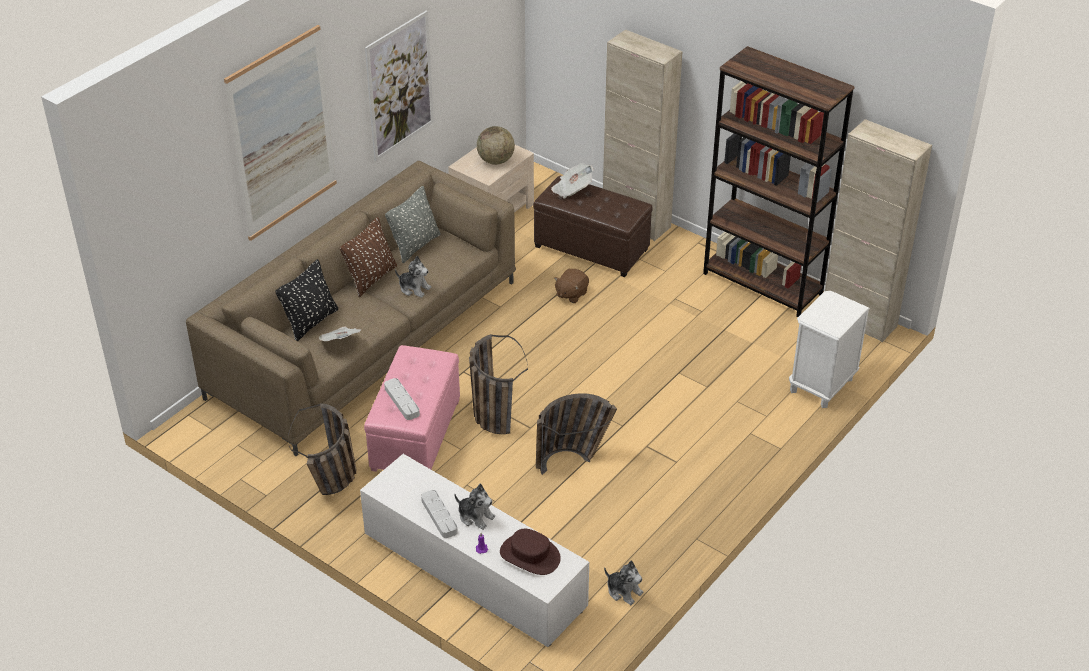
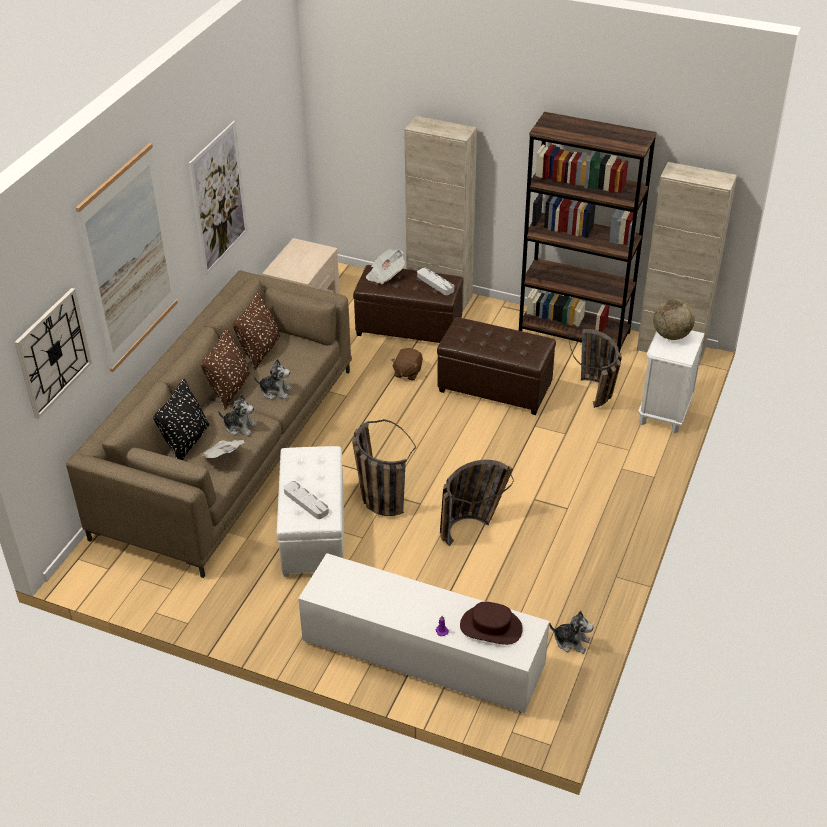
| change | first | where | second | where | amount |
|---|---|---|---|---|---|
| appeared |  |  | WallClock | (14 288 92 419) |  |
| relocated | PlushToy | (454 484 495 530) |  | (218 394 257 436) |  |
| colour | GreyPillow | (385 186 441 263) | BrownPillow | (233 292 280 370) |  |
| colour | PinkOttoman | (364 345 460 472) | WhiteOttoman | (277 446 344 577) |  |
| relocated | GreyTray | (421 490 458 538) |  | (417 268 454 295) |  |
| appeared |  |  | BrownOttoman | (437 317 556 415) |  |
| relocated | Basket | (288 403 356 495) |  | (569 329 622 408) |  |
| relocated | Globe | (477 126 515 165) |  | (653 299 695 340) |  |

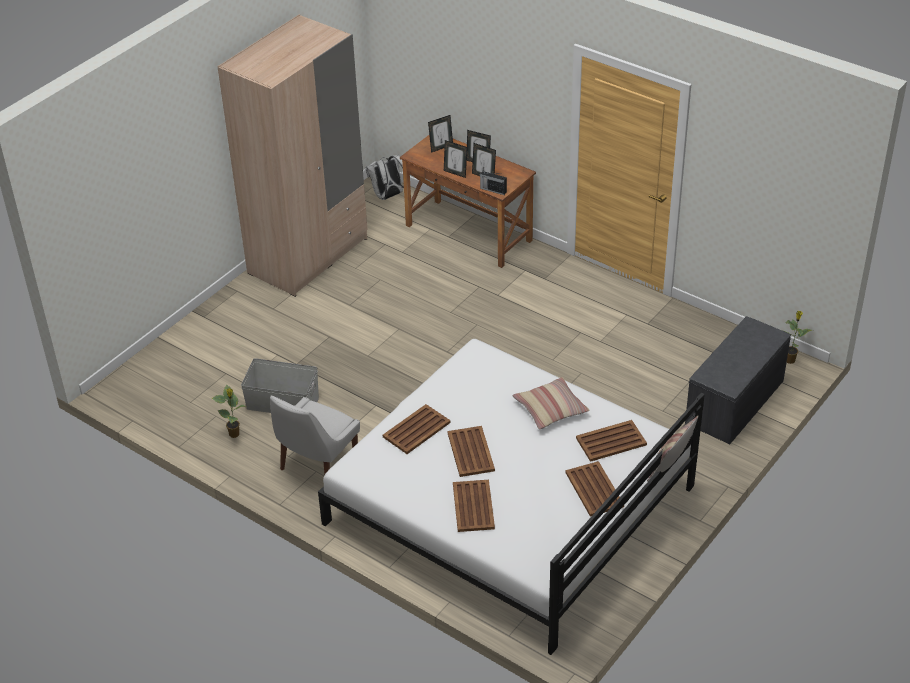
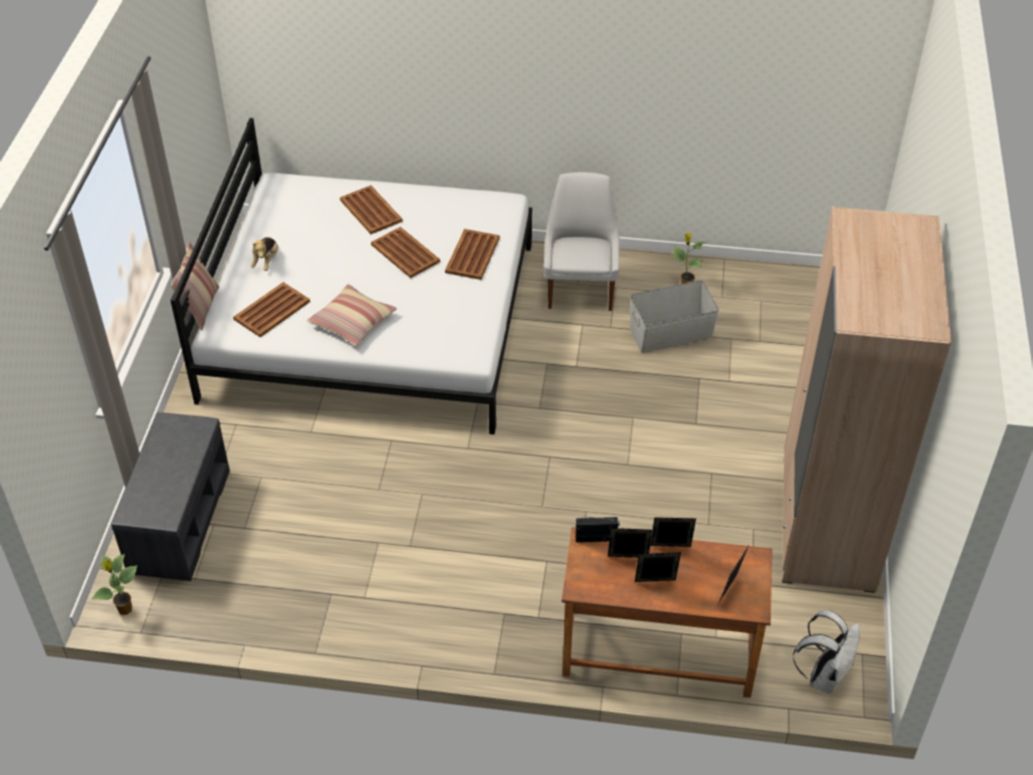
| change | first | where | second | where | amount |
|---|---|---|---|---|---|
| exchanged | BrownTray | (565 461 624 517) | PlushToy | (250 237 278 271) |  |

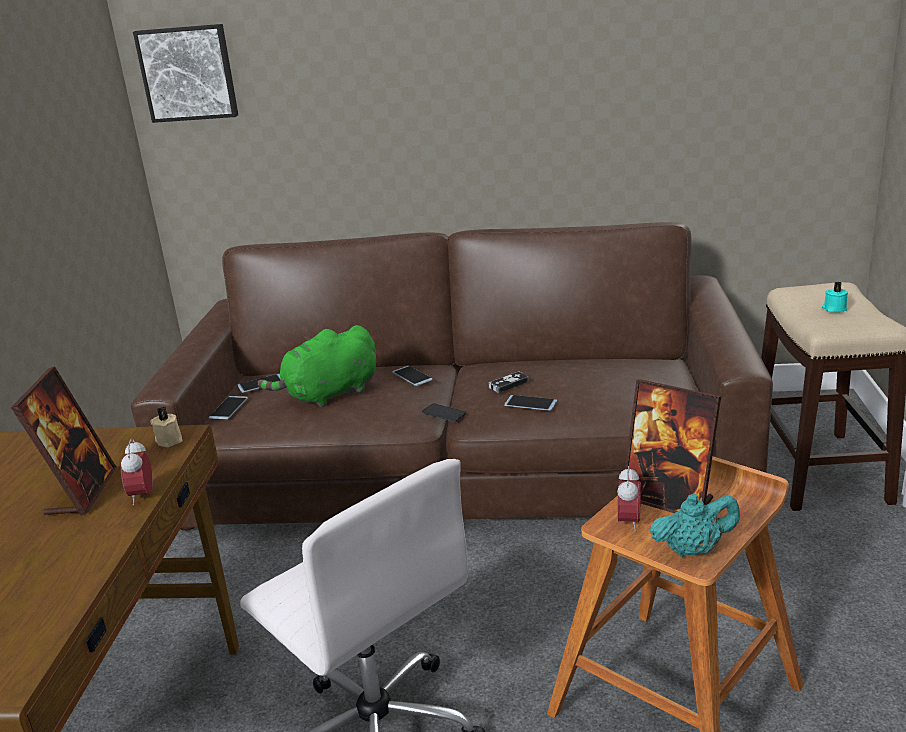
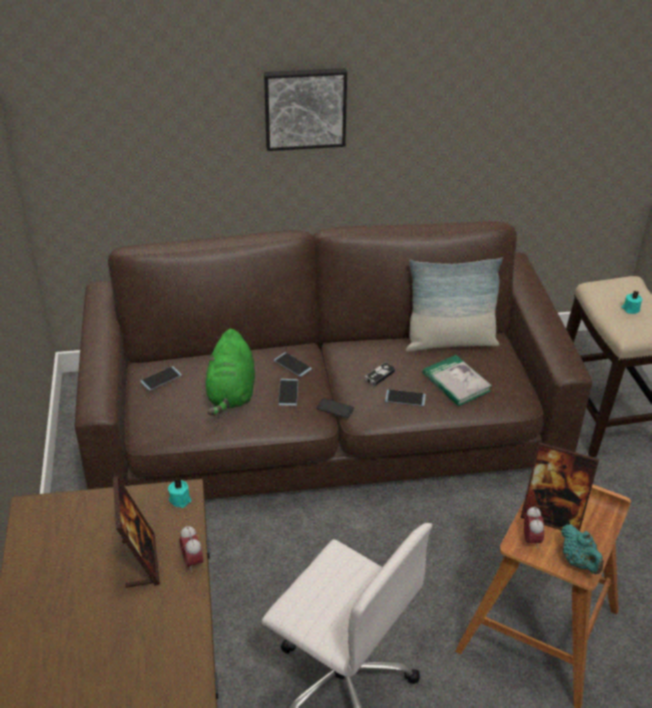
| change | first | where | second | where | amount |
|---|---|---|---|---|---|
| colour | BeigeCandle | (150 407 183 447) | TurquoiseCandle | (168 478 191 508) |  |
| spun | GreenPlushToy | (258 325 376 407) |  | (206 329 255 416) | 45 degrees counterclockwise |
| relocated | Picture | (133 24 238 123) |  | (264 68 347 151) |  |
| relocated | Phone | (209 396 248 419) |  | (278 379 298 406) |  |
| appeared |  |  | Pillow | (406 257 503 352) |  |
| appeared |  |  | Book | (423 355 492 406) |  |
| spun | TurquoiseTeapot | (650 494 740 557) |  | (561 524 604 574) | 90 degrees clockwise |

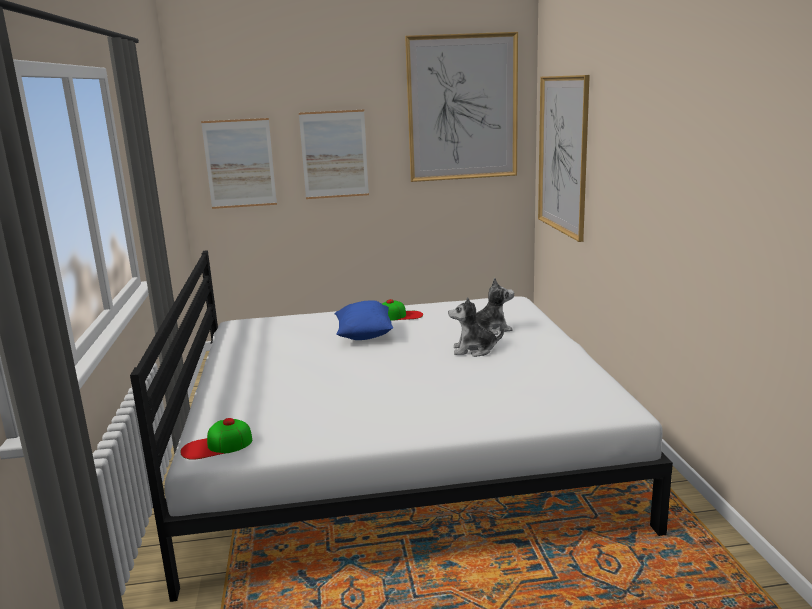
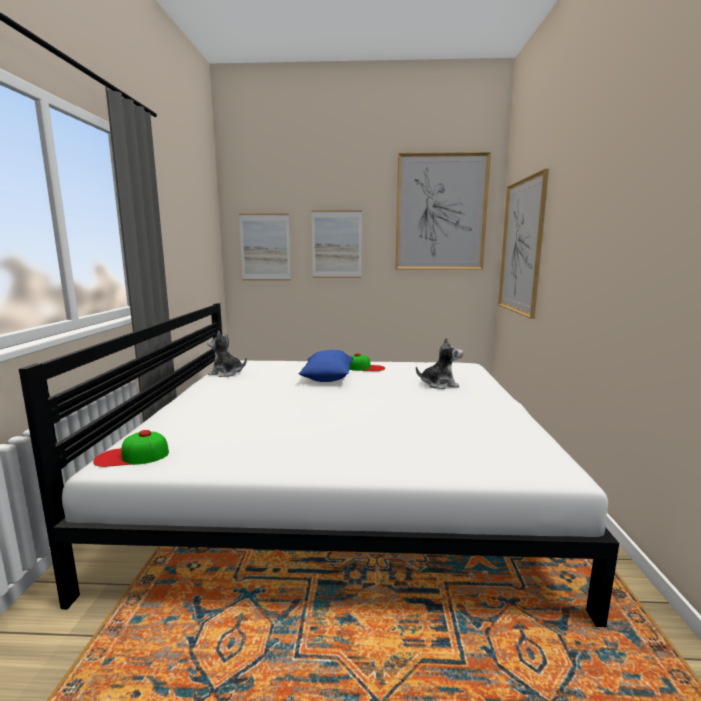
| change | first | where | second | where | amount |
|---|---|---|---|---|---|
| relocated | PlushToy | (448 297 504 357) |  | (207 331 247 377) |  |

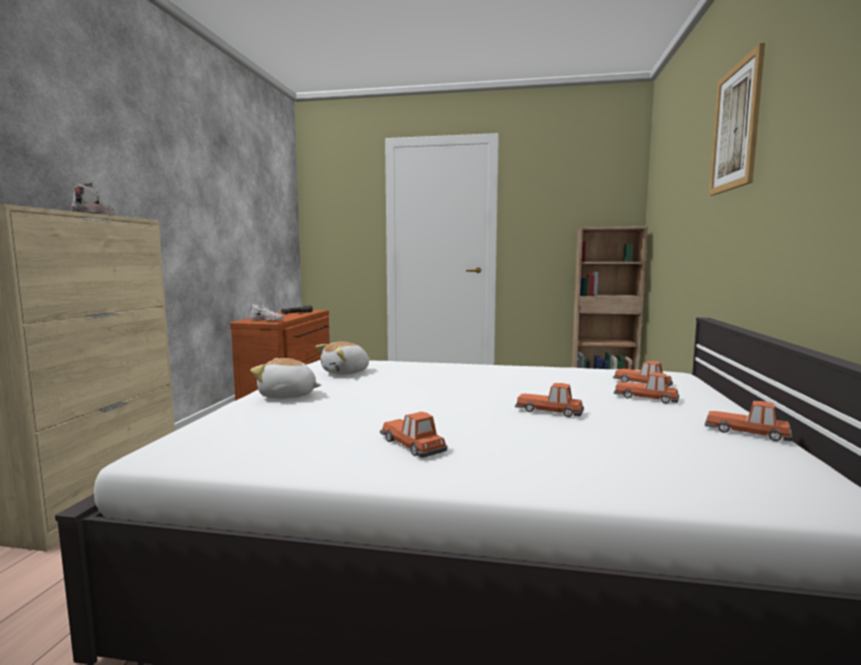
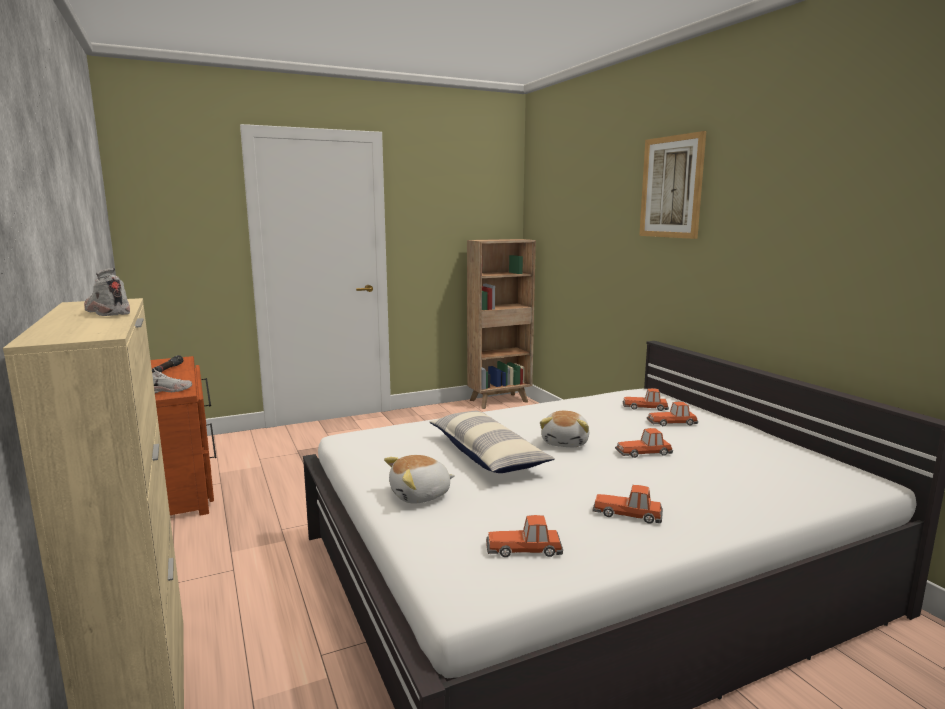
| change | first | where | second | where | amount |
|---|---|---|---|---|---|
| appeared |  |  | Pillow | (429 411 555 473) |  |
| relocated | ToyCar | (704 401 792 441) |  | (486 515 563 557) |  |
| relocated | PlushToy | (316 341 370 375) |  | (540 411 589 447) |  |

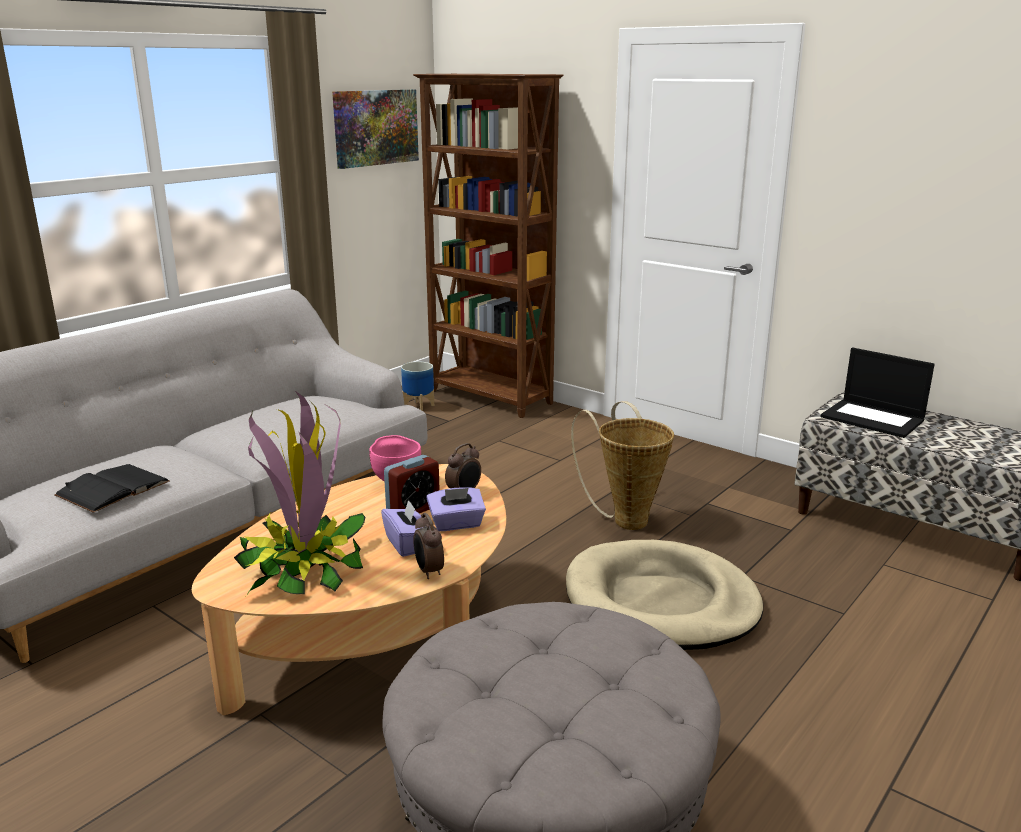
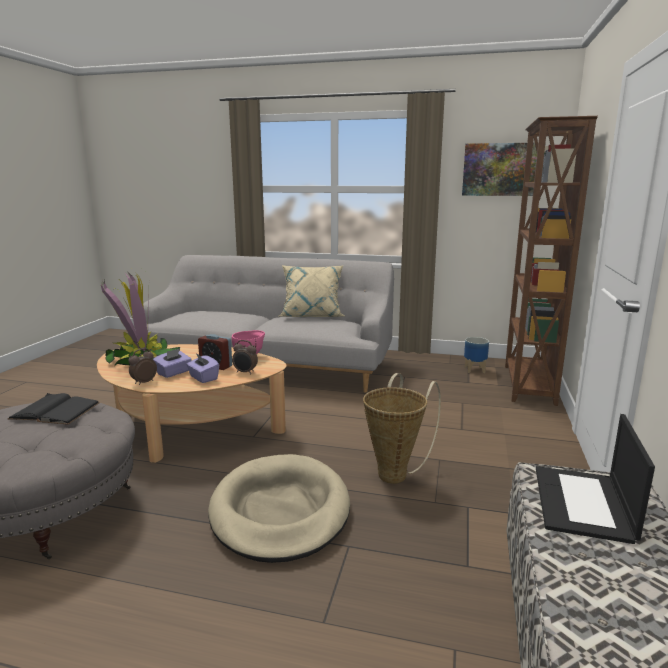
| change | first | where | second | where | amount |
|---|---|---|---|---|---|
| relocated | BlackBook | (54 464 170 513) |  | (8 393 100 425) |  |
| appeared |  |  | BeigePillow | (279 265 344 317) |  |

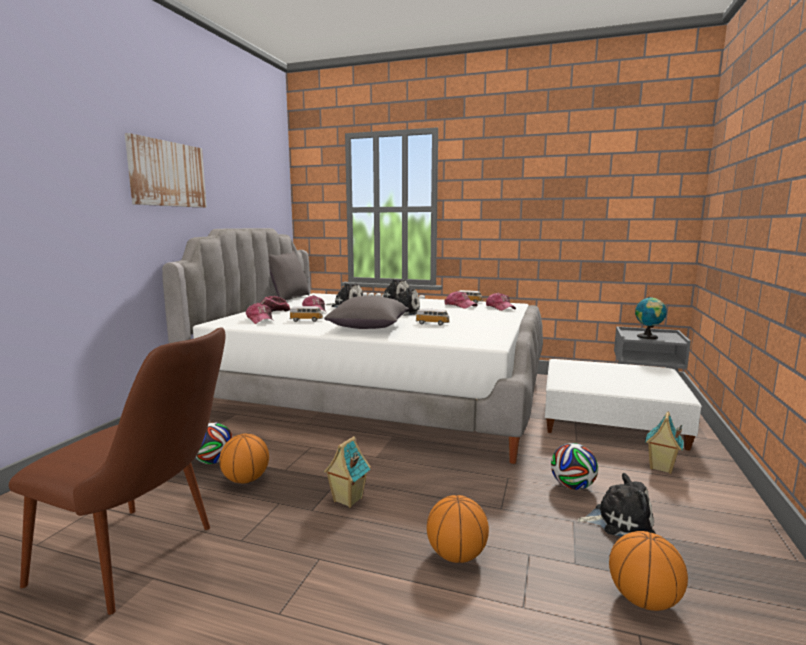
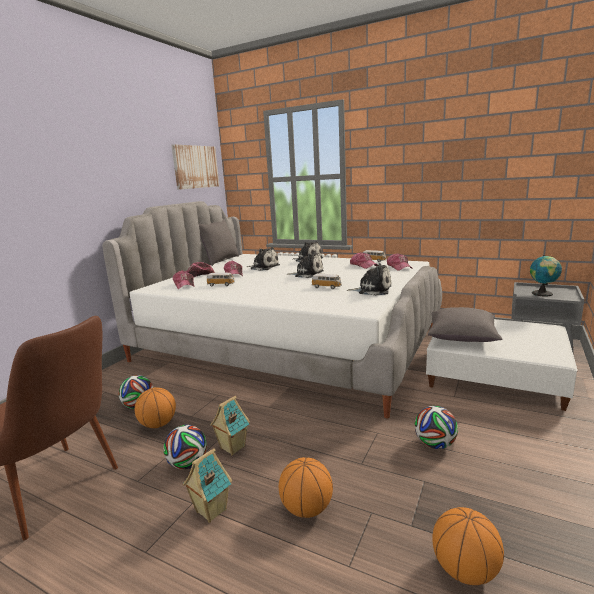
| change | first | where | second | where | amount |
|---|---|---|---|---|---|
| appeared |  |  | Football | (163 425 207 469) |  |
| relocated | Picture | (125 133 207 208) |  | (171 144 219 190) |  |
| relocated | ToyHouse | (645 411 684 474) |  | (183 448 232 523) |  |
| relocated | PlushToy | (577 473 656 537) |  | (346 263 391 296) |  |
| relocated | GreyPillow | (324 296 409 329) |  | (428 307 503 342) |  |

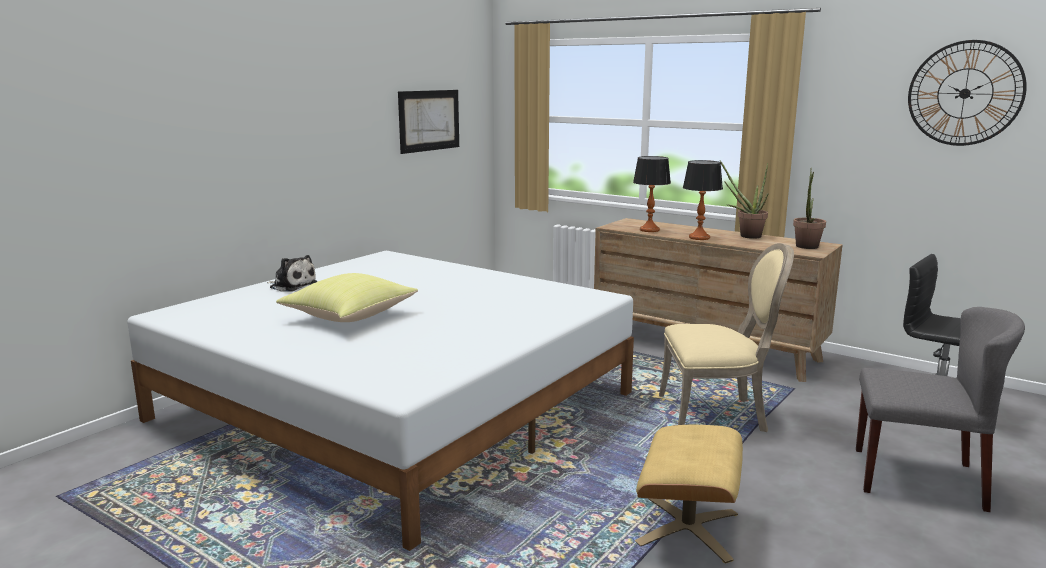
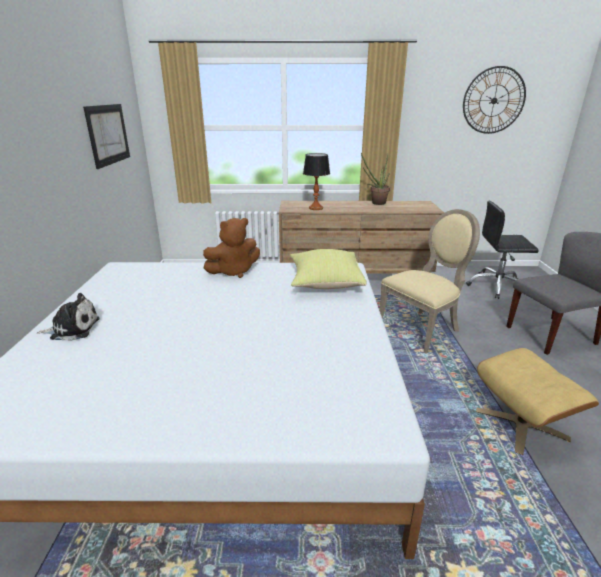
| change | first | where | second | where | amount |
|---|---|---|---|---|---|
| appeared |  |  | BrownPlushToy | (203 218 260 278) |  |
| relocated | YellowPillow | (276 273 418 322) |  | (290 249 367 289) |  |
| missing | TableLamp | (683 160 723 240) |  |  |  |
| missing | PottedPlant | (793 168 826 249) |  |  |  |

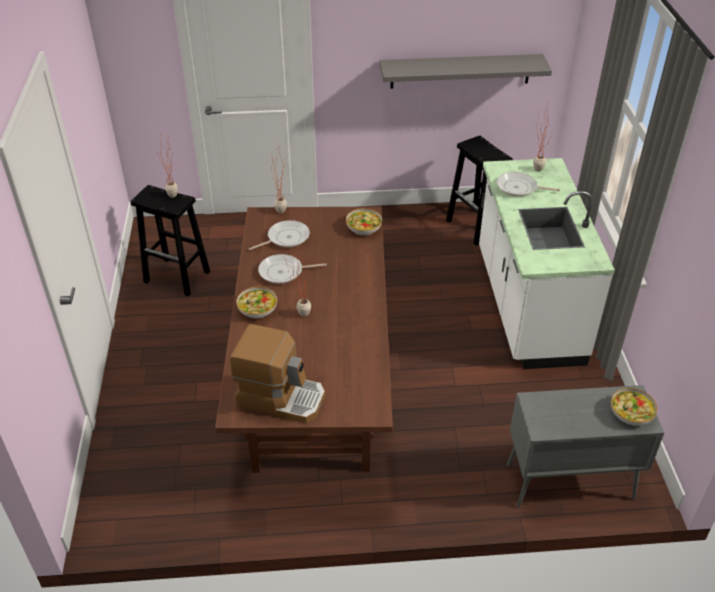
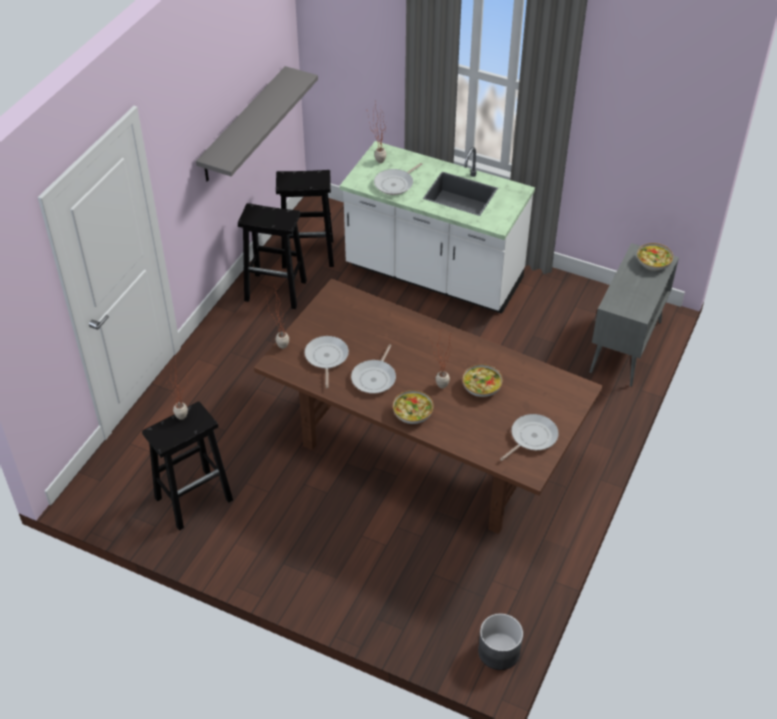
| change | first | where | second | where | amount |
|---|---|---|---|---|---|
| appeared |  |  | BlackStool | (238 203 307 309) |  |
| relocated | Bowl | (346 208 382 236) |  | (463 364 502 397) |  |
| appeared |  |  | GreyPlanter | (478 614 523 670) |  |
| exchanged | CoffeeMachine | (230 324 325 423) | FryingPan | (500 414 559 461) |  |

